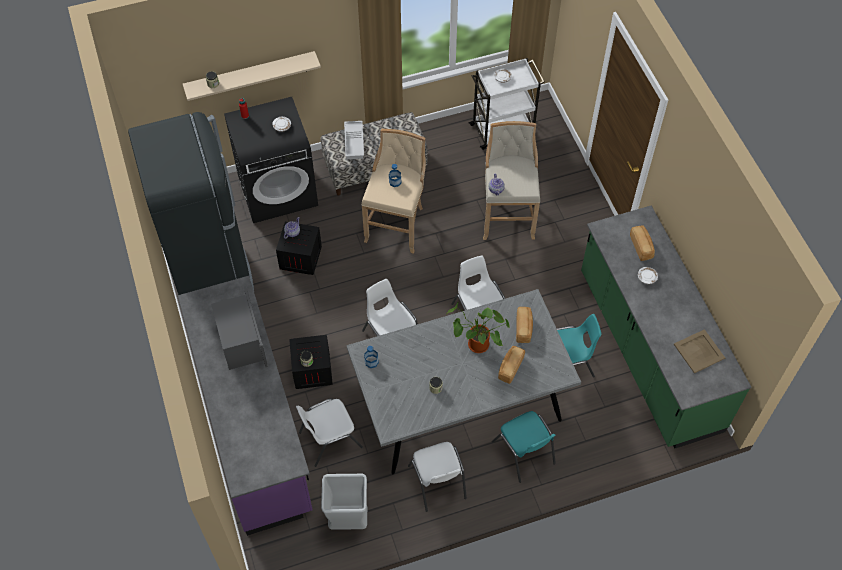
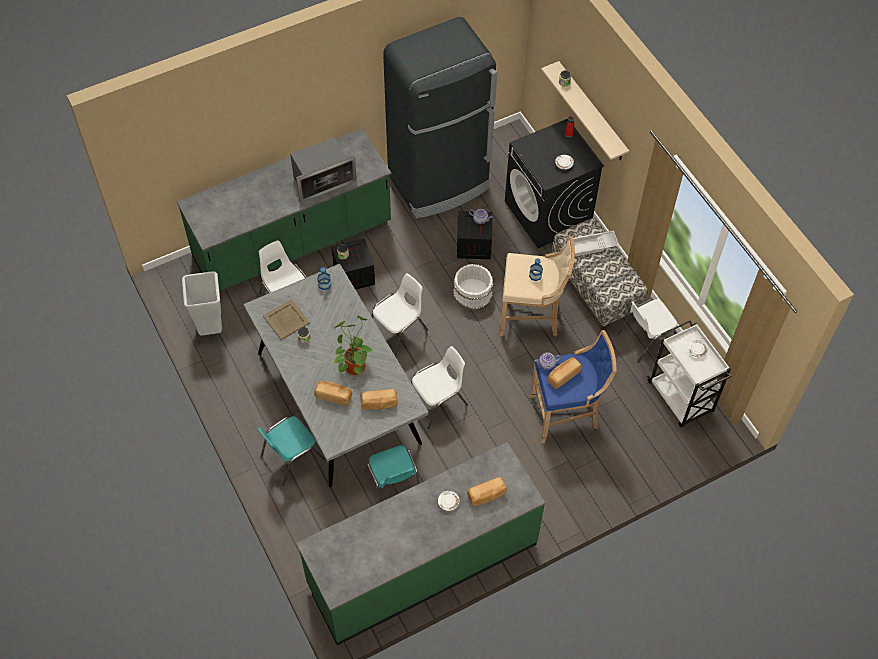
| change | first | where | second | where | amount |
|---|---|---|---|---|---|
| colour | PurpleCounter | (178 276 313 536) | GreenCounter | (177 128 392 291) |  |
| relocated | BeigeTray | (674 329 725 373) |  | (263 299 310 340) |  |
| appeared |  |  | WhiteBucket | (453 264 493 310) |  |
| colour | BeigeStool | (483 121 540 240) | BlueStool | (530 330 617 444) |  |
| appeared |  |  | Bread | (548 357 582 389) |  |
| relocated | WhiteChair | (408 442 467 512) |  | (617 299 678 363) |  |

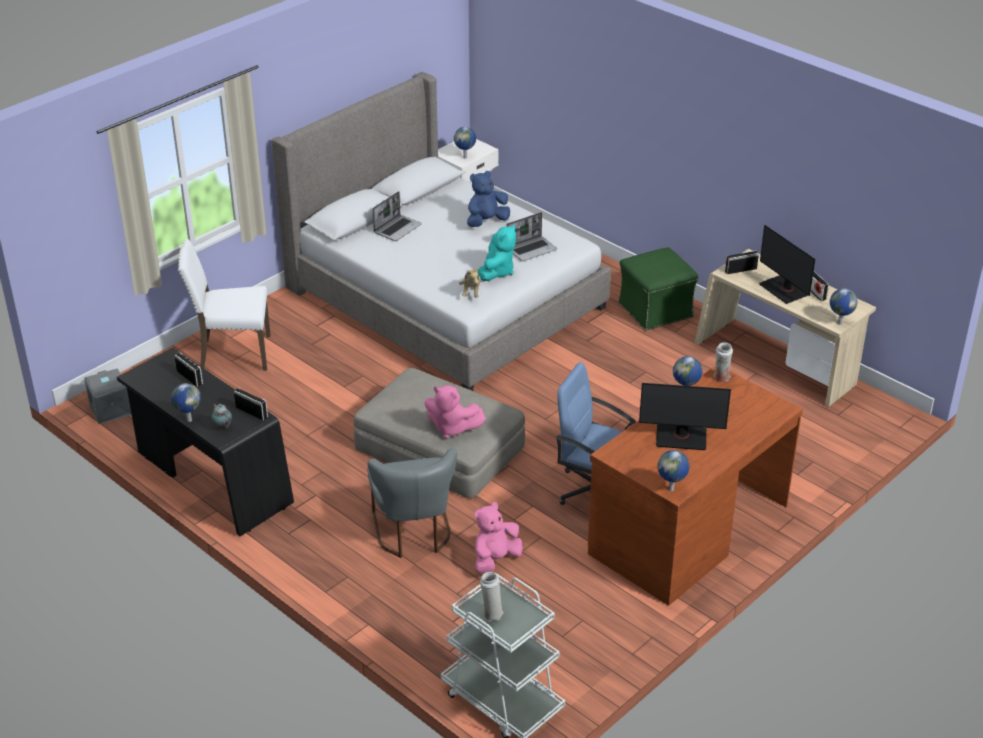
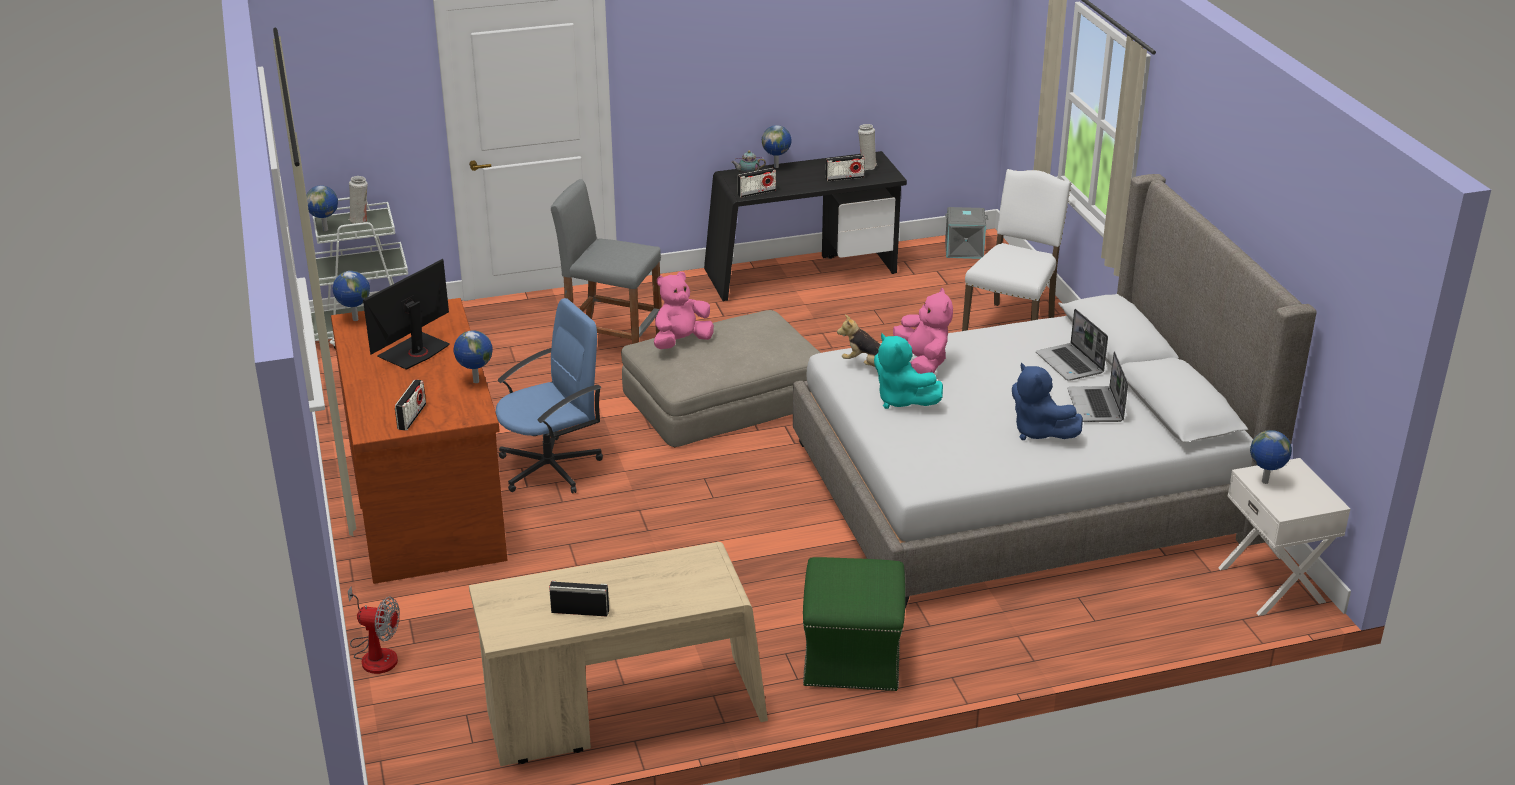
| change | first | where | second | where | amount |
|---|---|---|---|---|---|
| relocated | Globe | (830 288 858 325) |  | (306 185 338 231) |  |
| appeared |  |  | Fan | (348 587 400 674) |  |
| relocated | Radio | (725 250 759 274) |  | (395 379 426 430) |  |
| exchanged | GreyChair | (367 448 457 558) | GreyStool | (551 179 661 344) |  |
| relocated | WhiteVase | (714 342 733 382) |  | (858 124 877 170) |  |
| relocated | PinkPlushToy | (475 502 523 574) |  | (893 288 953 374) |  |
| spun | BluePlushToy | (467 171 510 227) |  | (1012 362 1083 440) | 150 degrees clockwise |
| relocated | Laptop | (506 212 557 261) |  | (1067 351 1128 422) |  |
| missing | Monitor | (759 225 815 304) |  |  |  |

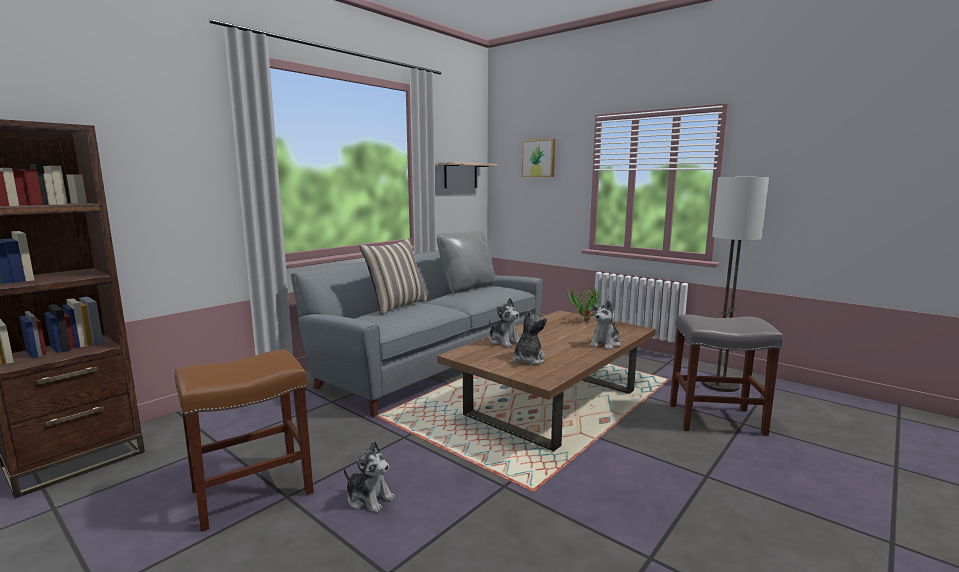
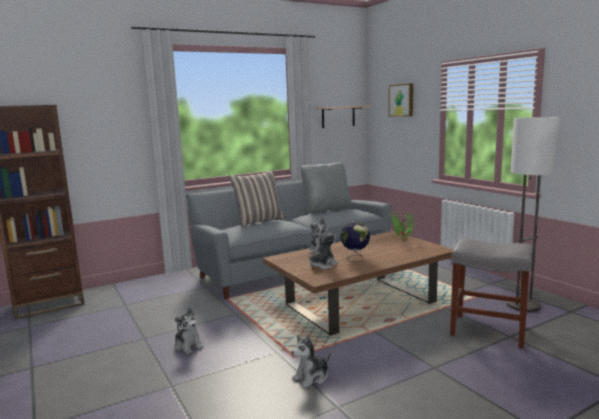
| change | first | where | second | where | amount |
|---|---|---|---|---|---|
| relocated | PlushToy | (590 300 621 350) |  | (291 335 331 388) |  |
| appeared |  |  | Globe | (340 221 370 262) |  |
| missing | BrownStool | (174 349 313 532) |  |  |  |

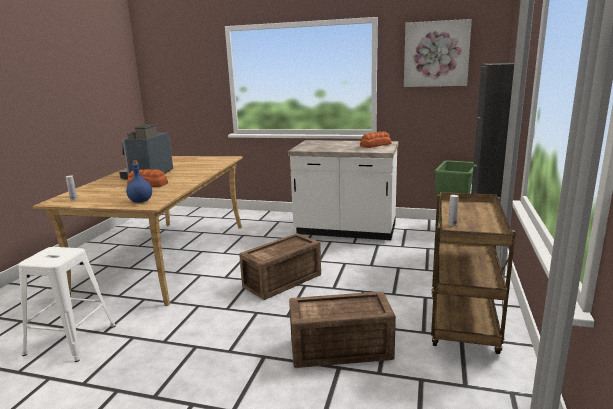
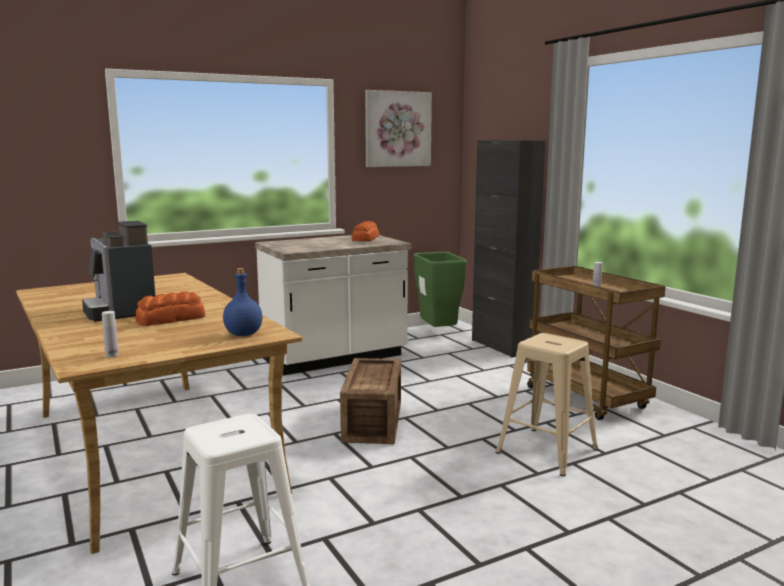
| change | first | where | second | where | amount |
|---|---|---|---|---|---|
| exchanged | Crate | (289 292 396 368) | BeigeStool | (496 333 599 476) |  |

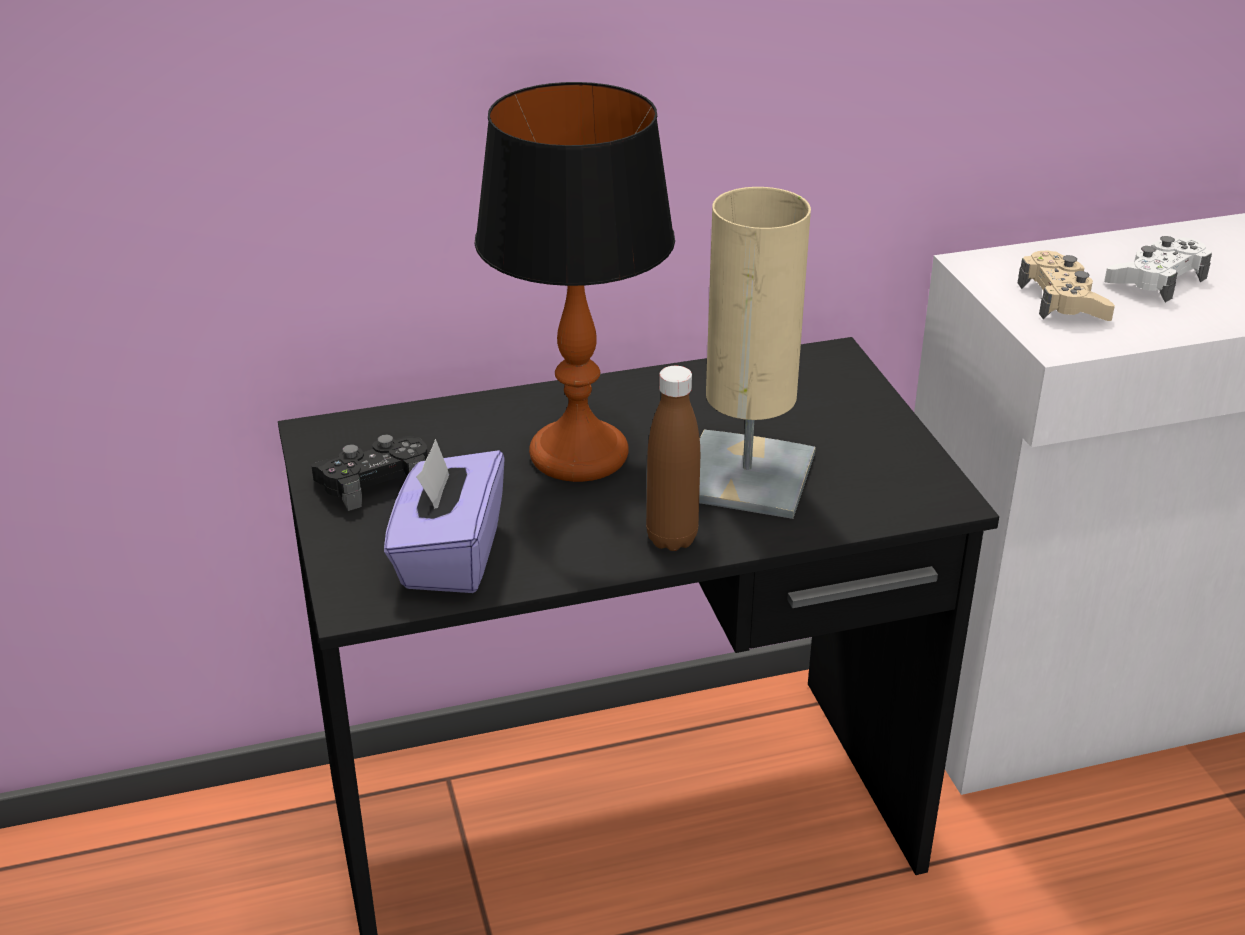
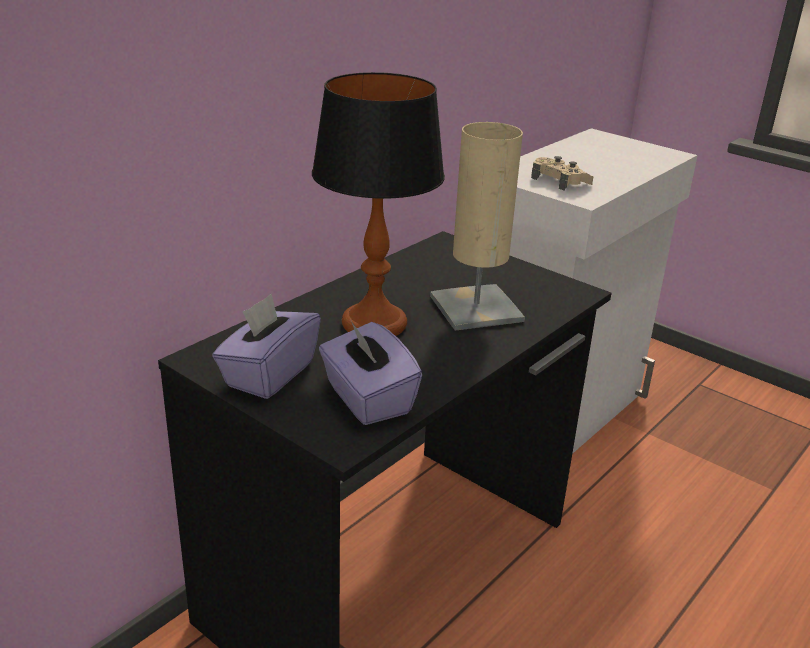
| change | first | where | second | where | amount |
|---|---|---|---|---|---|
| exchanged | BlackGameController | (311 435 428 511) | PurpleTissueBox | (212 294 321 399) |  |
| missing | BrownBottle | (646 366 700 551) |  |  |  |
| missing | WhiteGameController | (1104 236 1212 302) |  |  |  |

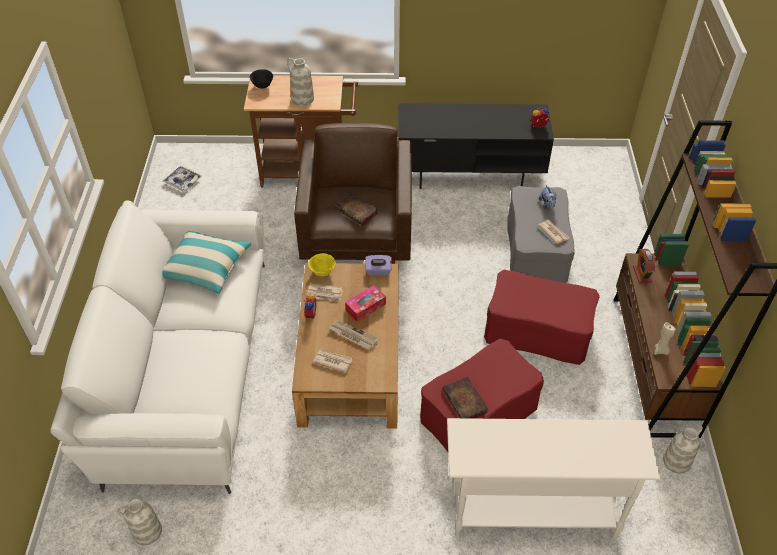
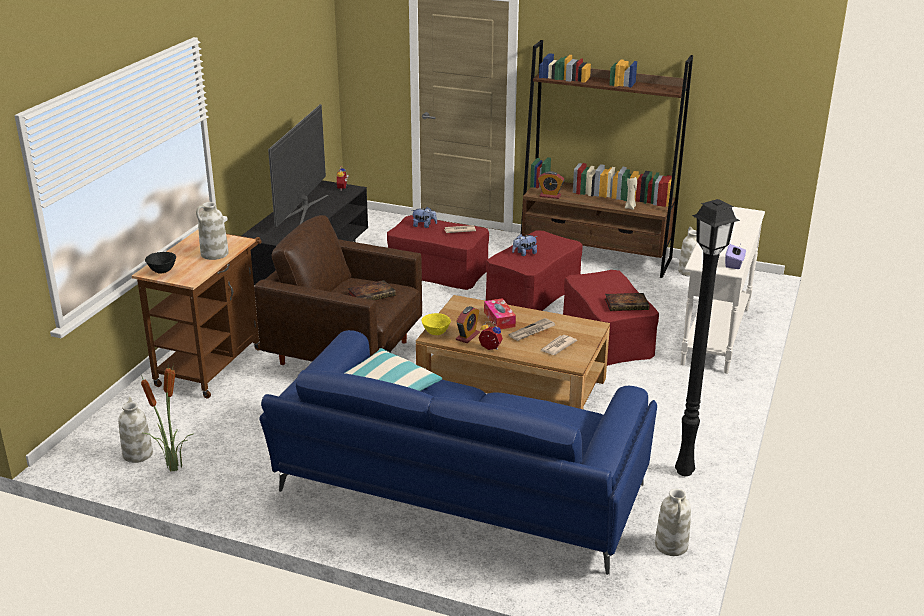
| change | first | where | second | where | amount |
|---|---|---|---|---|---|
| exchanged | Tray | (163 166 202 192) | WhiteVase | (118 397 153 463) |  |
| appeared |  |  | PottedPlant | (141 362 194 472) |  |
| colour | WhiteSofa | (50 200 266 494) | BlueSofa | (259 330 657 575) |  |
| appeared |  |  | Television | (268 104 329 227) |  |
| colour | GreyOttoman | (507 186 575 283) | RedOttoman | (387 215 489 290) |  |
| exchanged | Newspaper | (307 283 343 302) | AlarmClock | (456 306 480 343) |  |
| appeared |  |  | PlushToy | (512 234 537 256) |  |
| appeared |  |  | BlackFloorLamp | (675 199 740 476) |  |
| relocated | PurpleTissueBox | (365 255 392 276) |  | (725 244 746 269) |  |

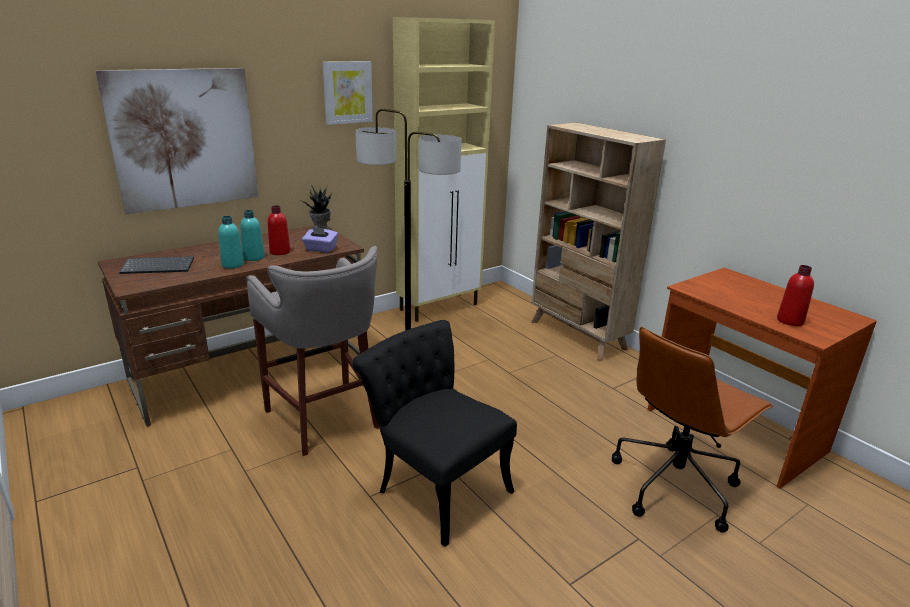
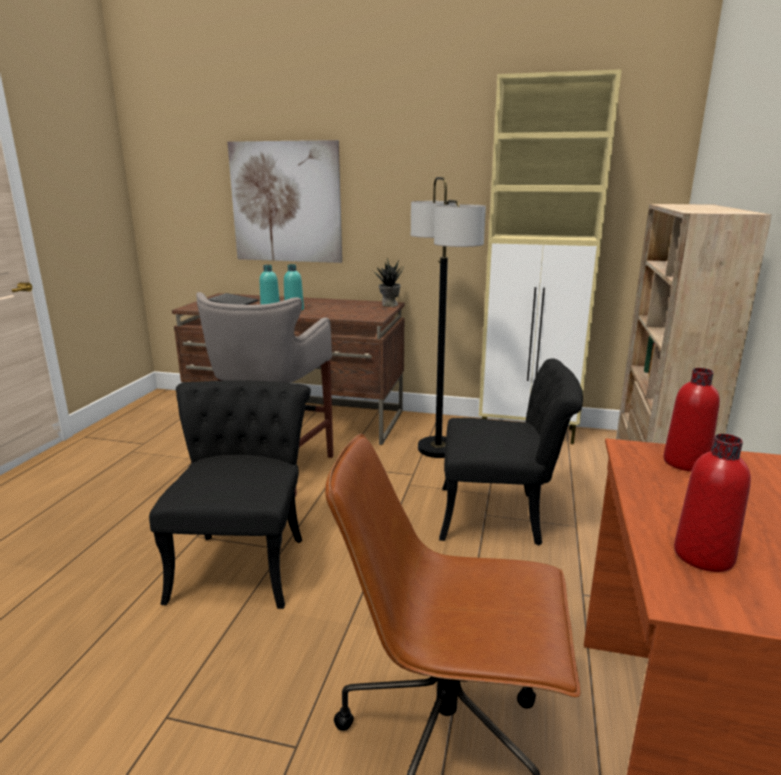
| change | first | where | second | where | amount |
|---|---|---|---|---|---|
| appeared |  |  | BlackChair | (439 358 583 545) |  |
| relocated | RedBottle | (268 205 290 255) |  | (663 368 720 472) |  |
| missing | PurpleTissueBox | (302 226 338 253) |  |  |  |
| missing | Picture | (322 61 373 125) |  |  |  |

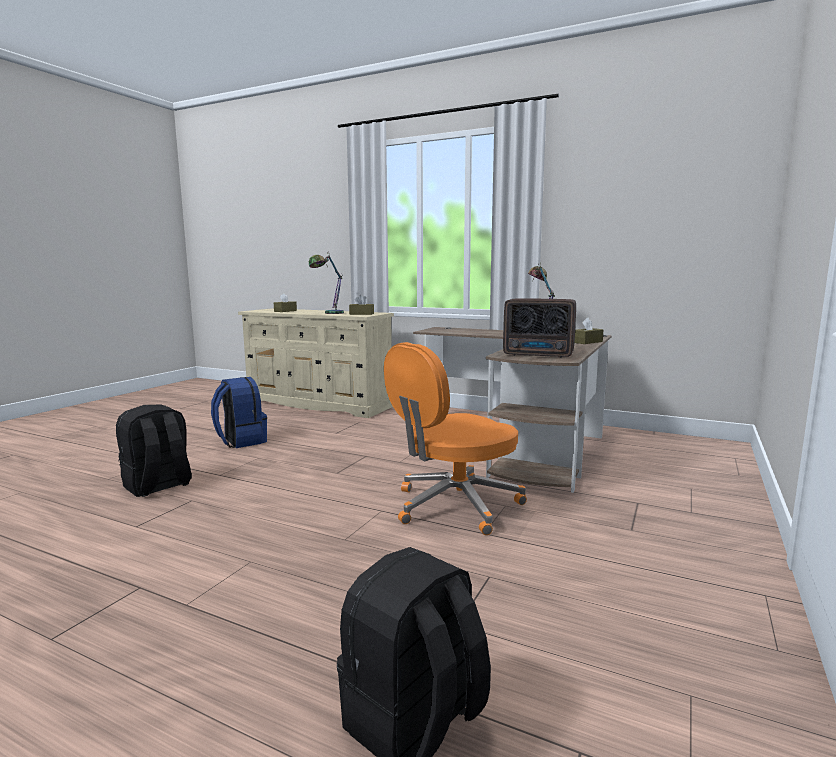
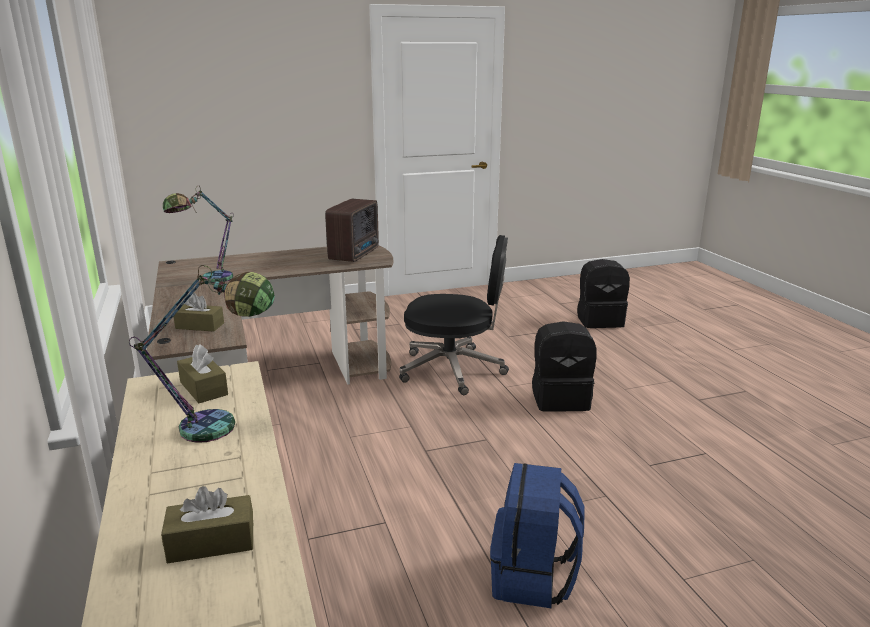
| change | first | where | second | where | amount |
|---|---|---|---|---|---|
| relocated | BrownTissueBox | (574 317 603 344) |  | (173 293 224 332) |  |
| spun | Radio | (503 298 576 358) |  | (325 199 379 262) | 45 degrees clockwise |
| colour | OrangeOfficeChair | (384 342 527 535) | BlackOfficeChair | (399 235 509 395) |  |
| relocated | BlackBackpack | (116 405 192 497) |  | (532 321 597 412) |  |

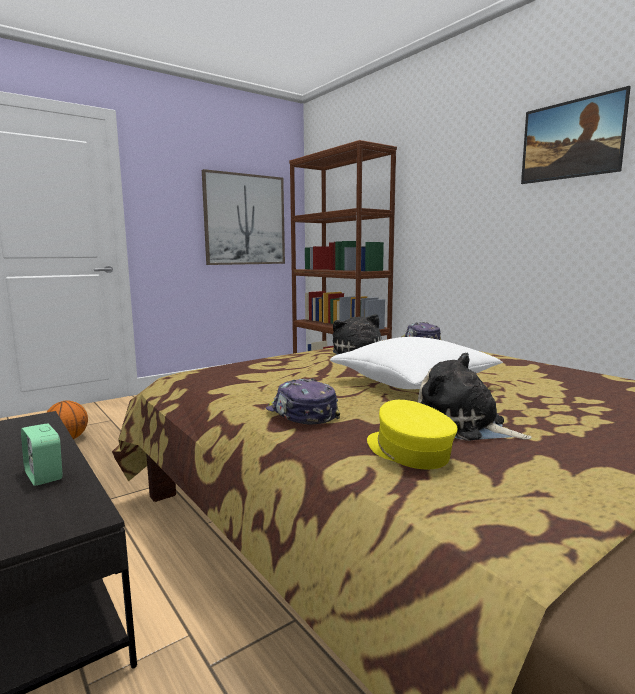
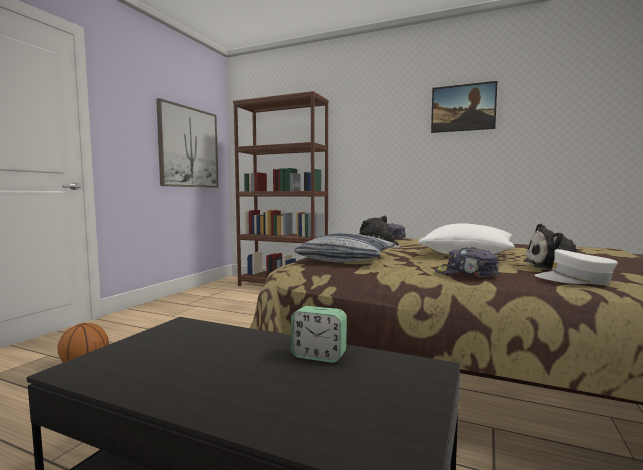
| change | first | where | second | where | amount |
|---|---|---|---|---|---|
| appeared |  |  | Pillow | (295 233 395 262) |  |
| colour | YellowCap | (367 400 458 469) | WhiteCap | (534 249 618 285) |  |

